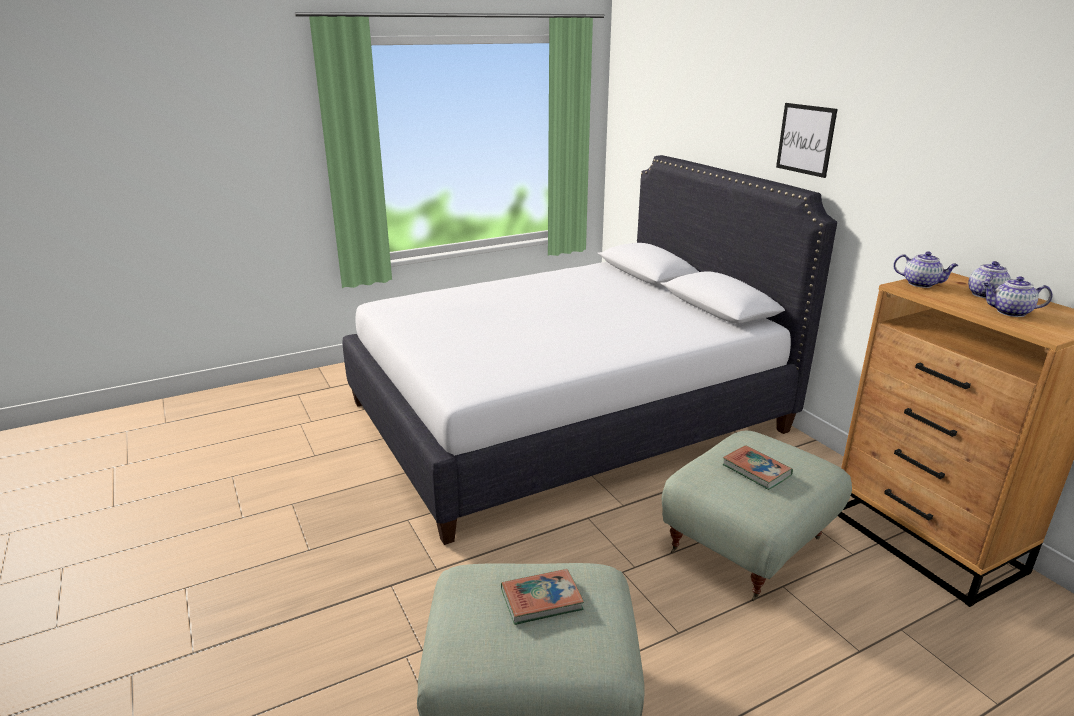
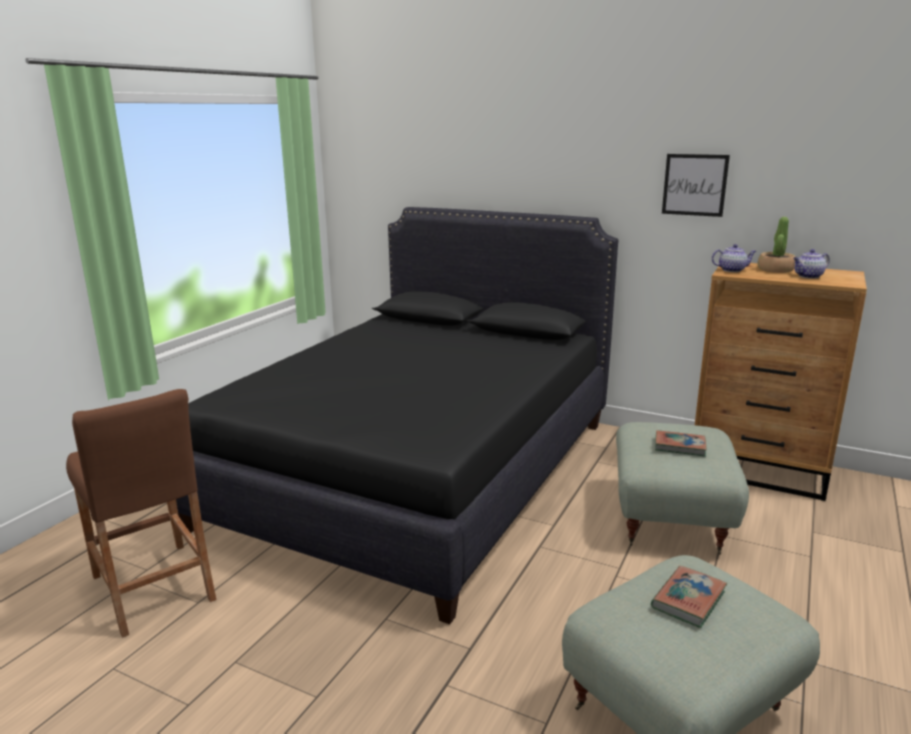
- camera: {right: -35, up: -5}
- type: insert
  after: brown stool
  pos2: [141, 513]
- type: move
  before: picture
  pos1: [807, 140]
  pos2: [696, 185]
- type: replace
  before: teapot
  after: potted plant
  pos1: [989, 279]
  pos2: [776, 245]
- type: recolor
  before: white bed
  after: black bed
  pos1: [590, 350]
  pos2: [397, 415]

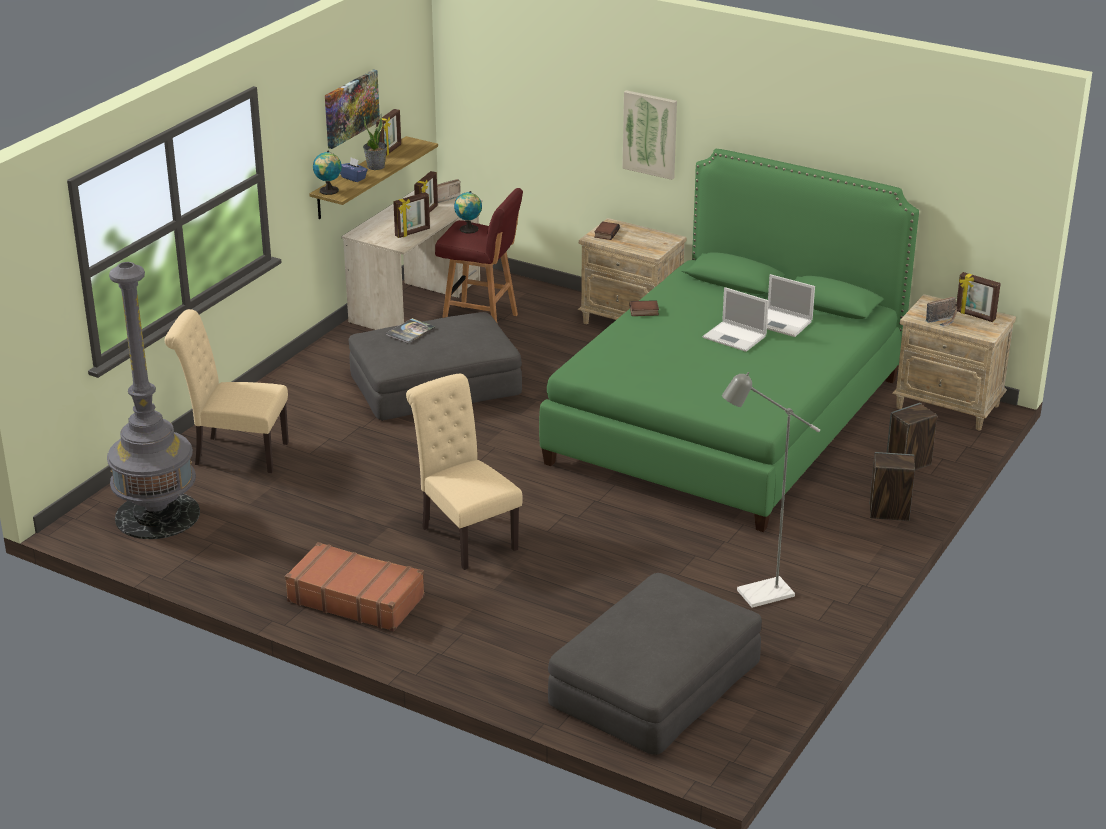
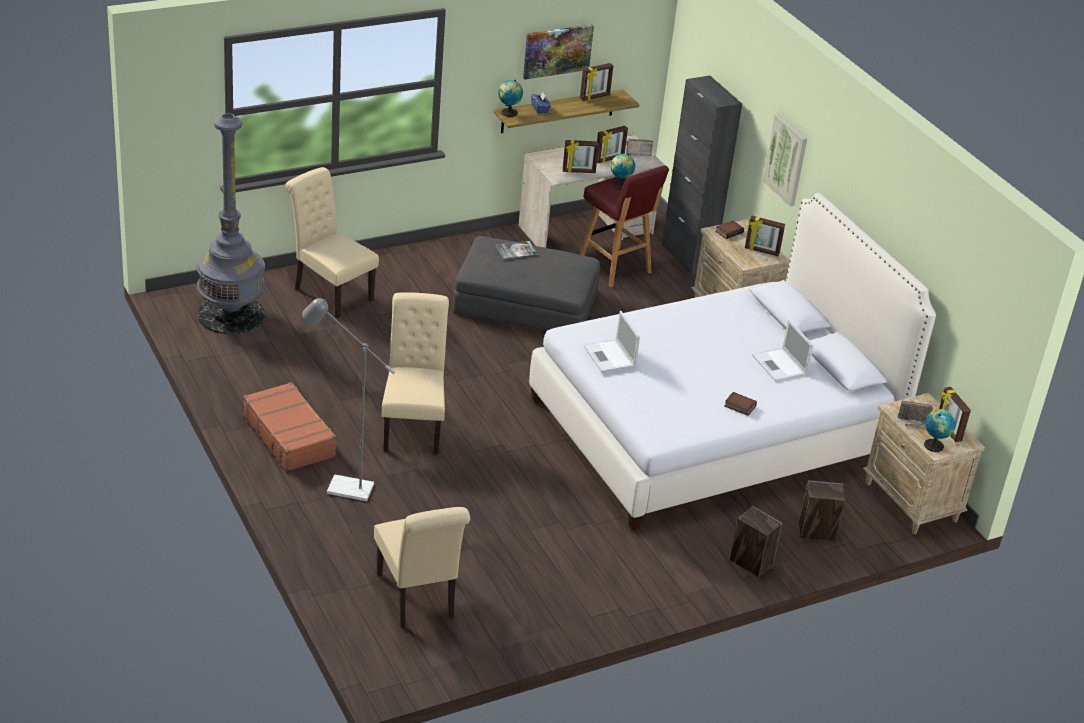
- camera: {right: 30, up: 5}
- type: delete
  before: potted plant
  pos1: [375, 142]
- type: insert
  after: black cabinet
  pos2: [702, 176]
- type: insert
  after: picture frame
  pos2: [765, 236]
- type: insert
  after: globe
  pos2: [940, 430]
- type: move
  before: book
  pos1: [644, 308]
  pos2: [740, 404]
- type: move
  before: laptop
  pos1: [736, 319]
  pos2: [611, 342]
- type: move
  before: grey floor lamp
  pos1: [771, 490]
  pos2: [348, 399]
- type: replace
  before: grey ottoman
  after: beige chair
  pos1: [655, 664]
  pos2: [422, 567]
- type: recolor
  before: green bed
  after: white bed
  pos1: [729, 340]
  pos2: [732, 361]

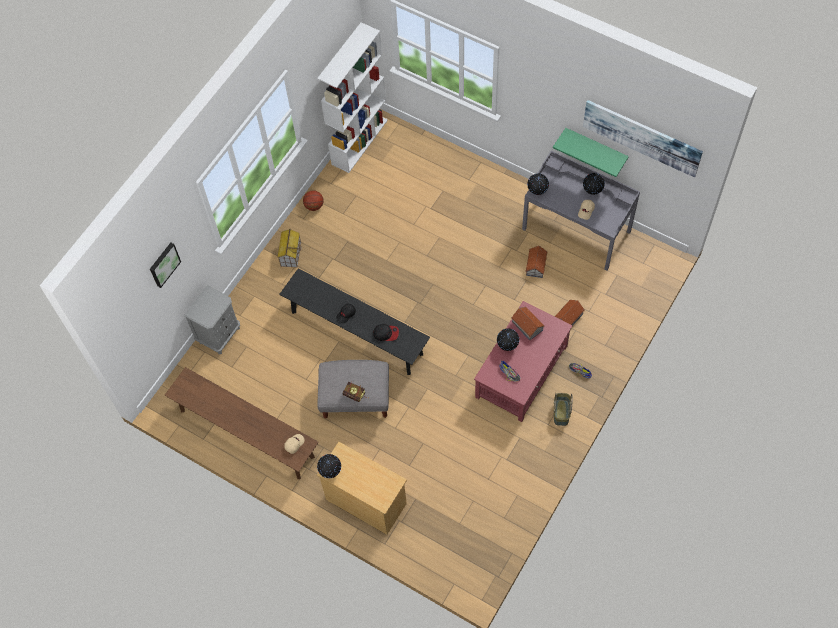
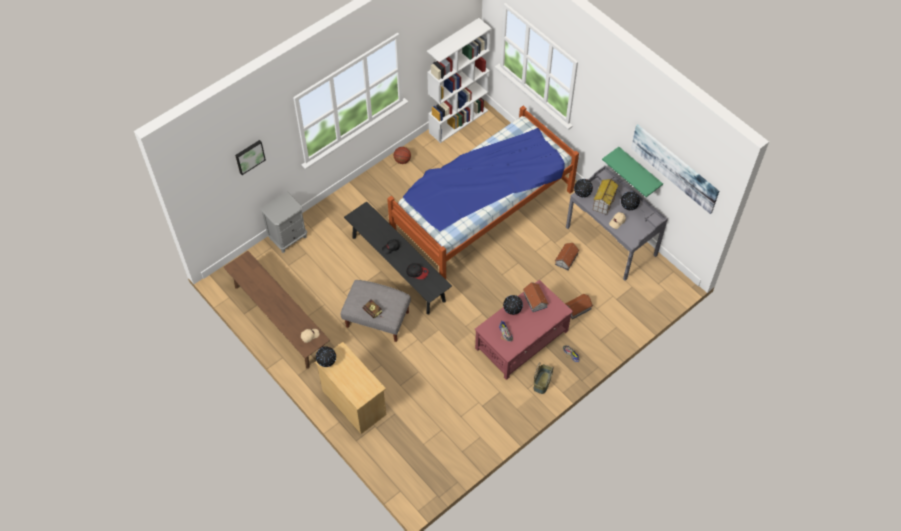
- camera: {right: 15, up: -5}
- type: insert
  after: bed
  pos2: [483, 192]
- type: move
  before: toy house
  pos1: [289, 248]
  pos2: [605, 197]

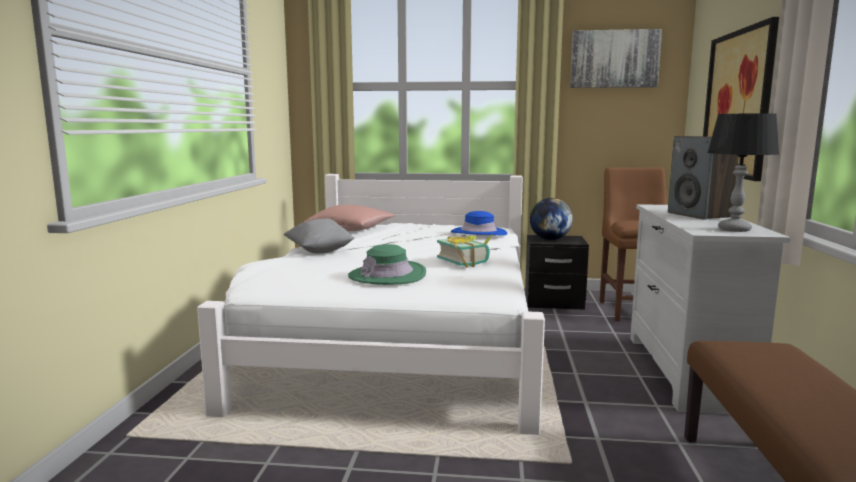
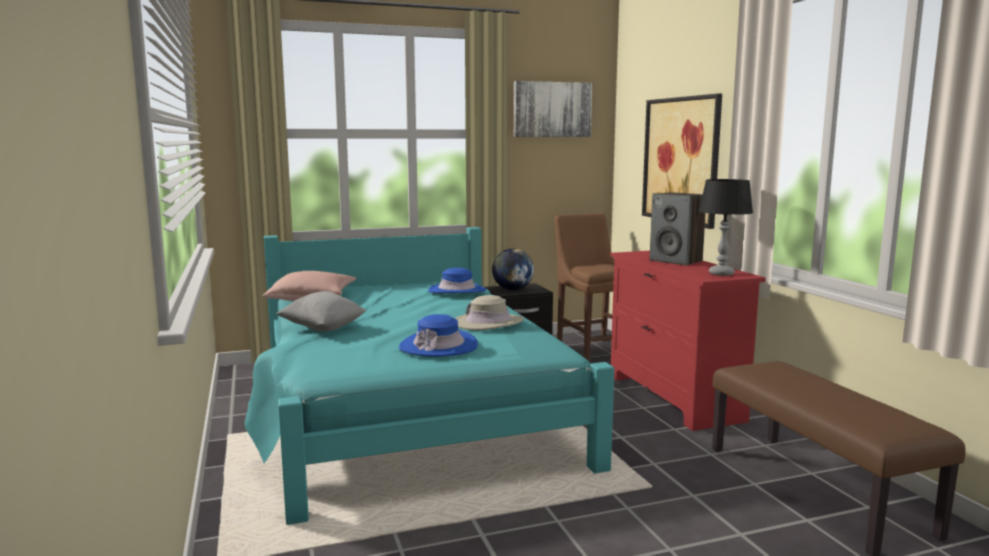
- camera: {right: -25, up: 0}
- type: replace
  before: book
  after: beige hat
  pos1: [465, 251]
  pos2: [489, 312]
- type: recolor
  before: white bed
  after: turquoise bed
  pos1: [371, 304]
  pos2: [429, 376]
- type: recolor
  before: green hat
  after: blue hat
  pos1: [387, 264]
  pos2: [438, 335]
- type: recolor
  before: white dresser
  after: red dresser
  pos1: [710, 309]
  pos2: [688, 341]

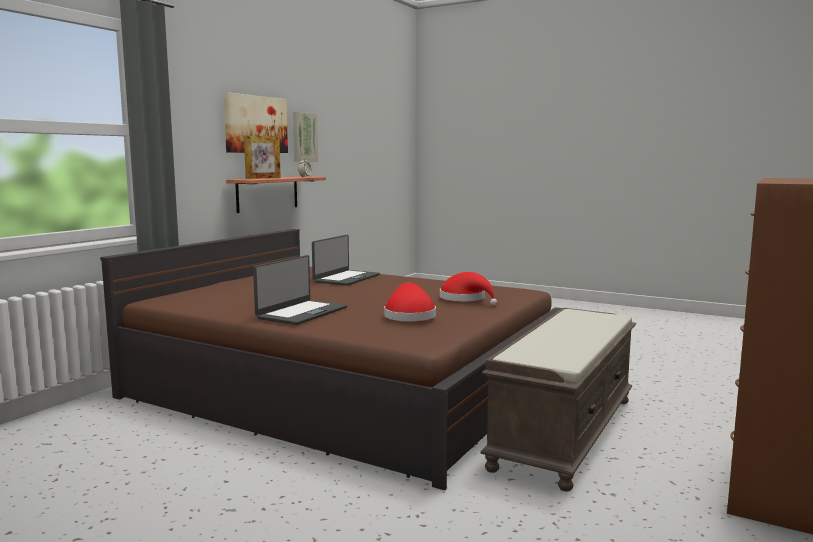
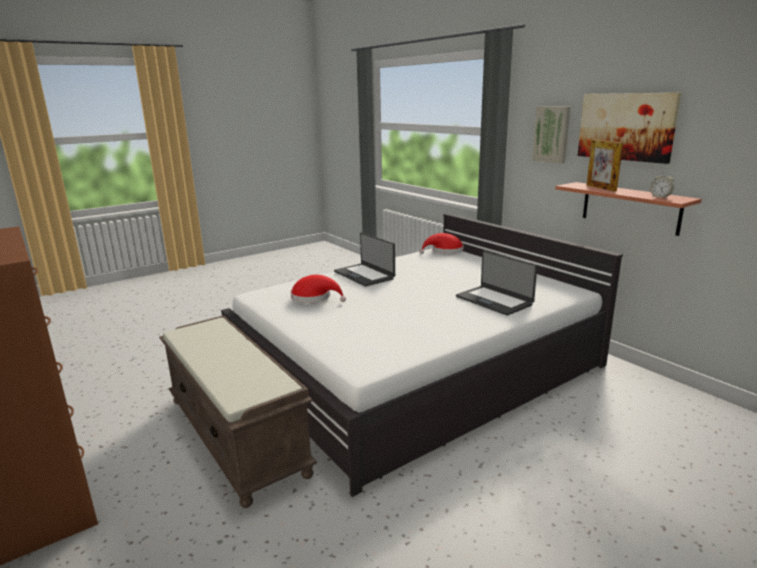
- camera: {right: 115, up: 10}
- type: move
  before: picture
  pos1: [305, 137]
  pos2: [551, 135]
- type: move
  before: red hat
  pos1: [468, 289]
  pos2: [442, 243]
- type: recolor
  before: brown bed
  after: white bed
  pos1: [331, 359]
  pos2: [422, 355]

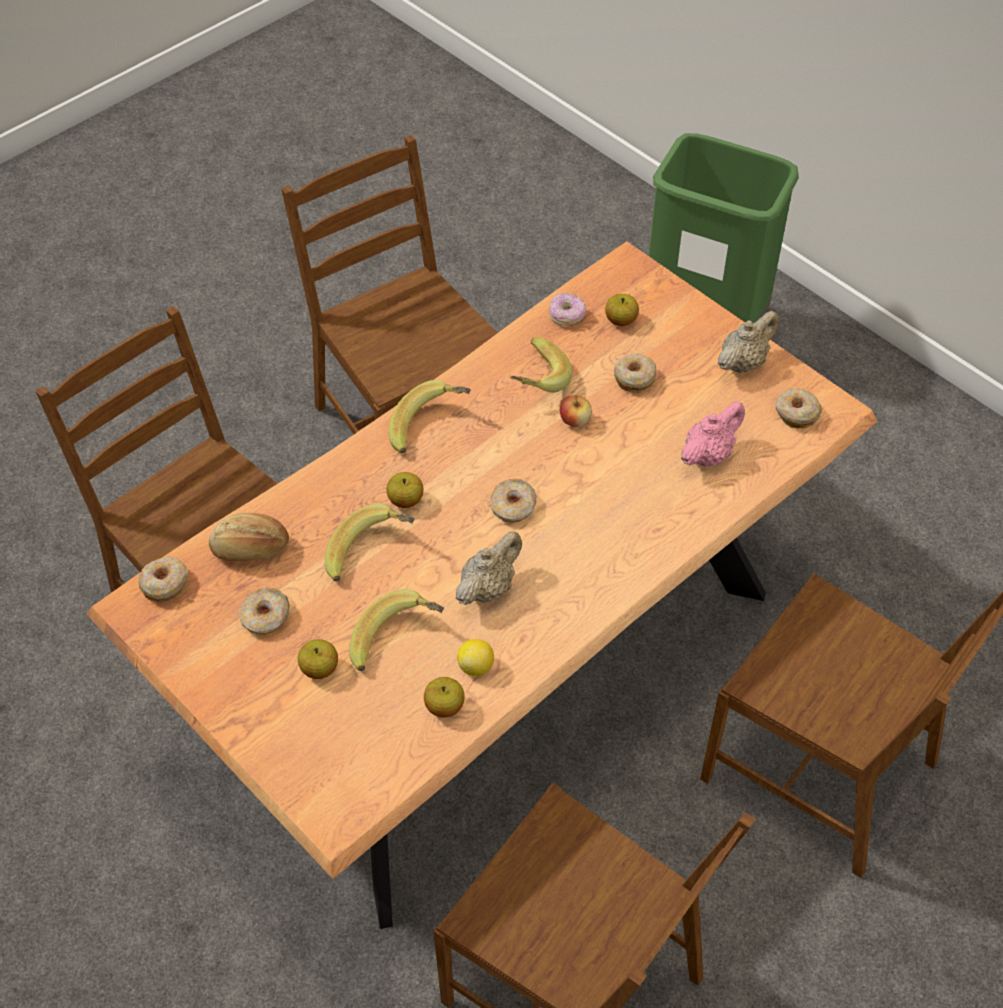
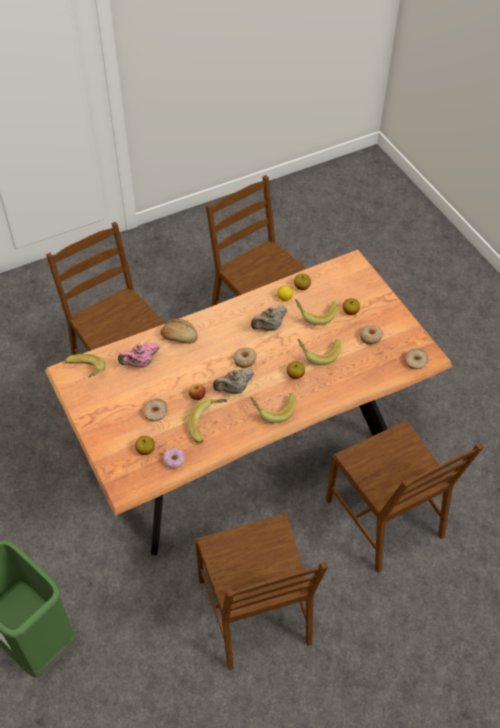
- camera: {right: -165, up: 0}
- type: move
  before: bread
  pos1: [249, 537]
  pos2: [179, 331]
- type: move
  before: beige teapot
  pos1: [748, 342]
  pos2: [233, 381]
- type: replace
  before: donut
  after: banana
  pos1: [799, 408]
  pos2: [85, 366]

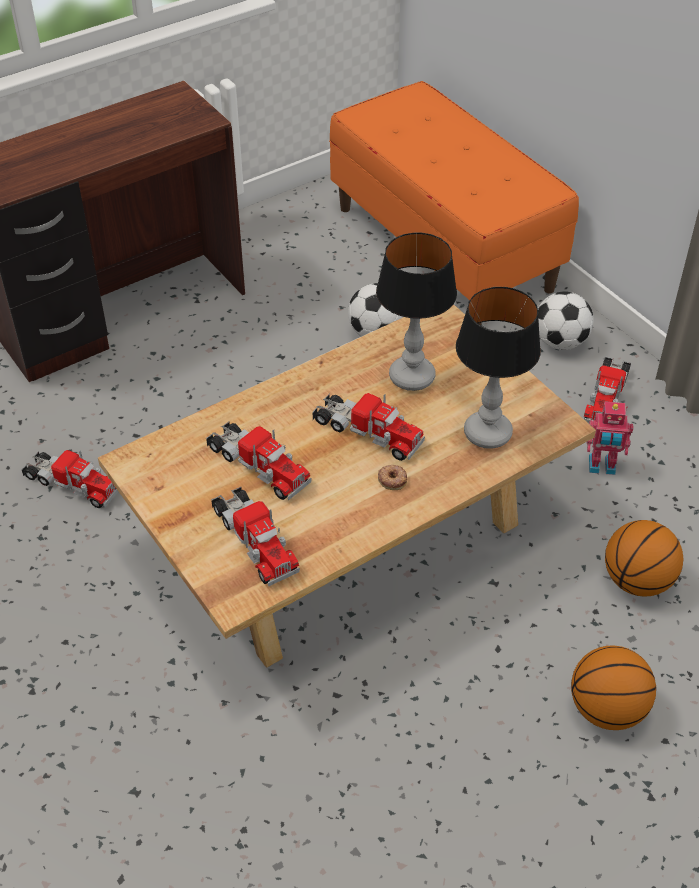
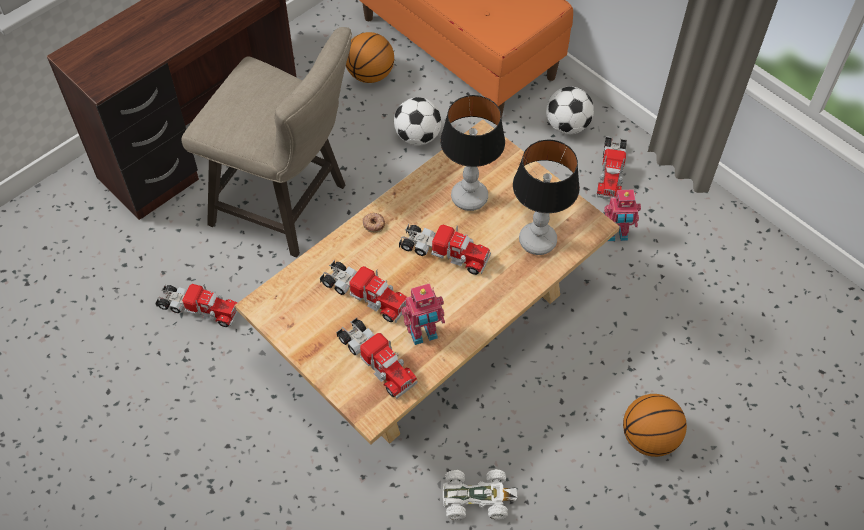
- camera: {right: -10, up: 10}
- type: insert
  after: beige stool
  pos2: [266, 142]
- type: insert
  after: toy robot
  pos2: [423, 314]
- type: insert
  after: white toy car
  pos2: [480, 494]
- type: move
  before: donut
  pos1: [393, 477]
  pos2: [374, 223]
- type: move
  before: basketball
  pos1: [644, 558]
  pos2: [370, 57]

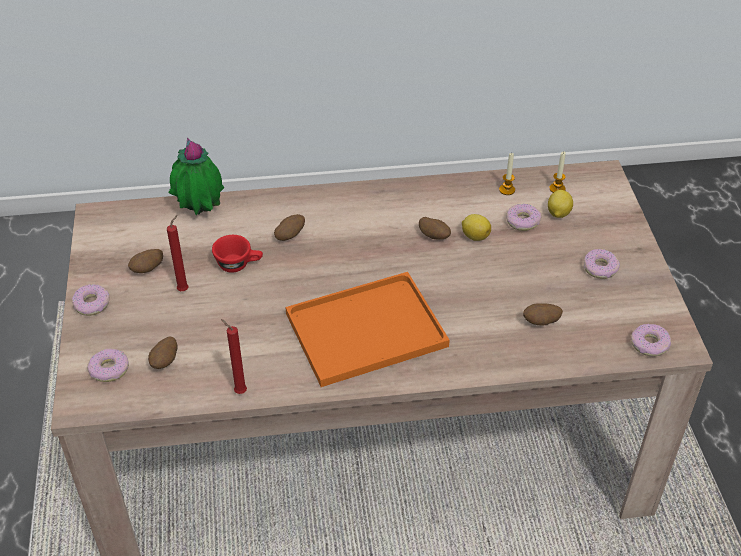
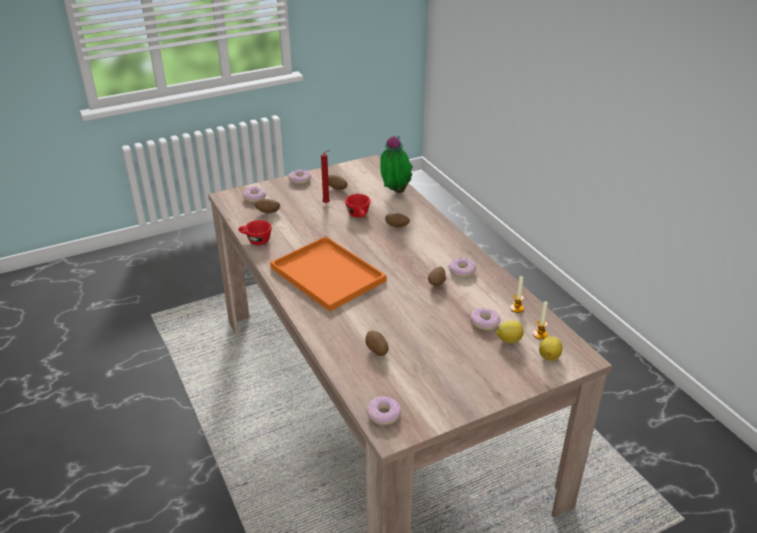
- camera: {right: 70, up: -10}
- type: move
  before: lemon
  pos1: [476, 227]
  pos2: [551, 348]
- type: move
  before: donut
  pos1: [602, 264]
  pos2: [462, 267]
- type: replace
  before: red candle
  after: red cup
  pos1: [234, 356]
  pos2: [255, 232]

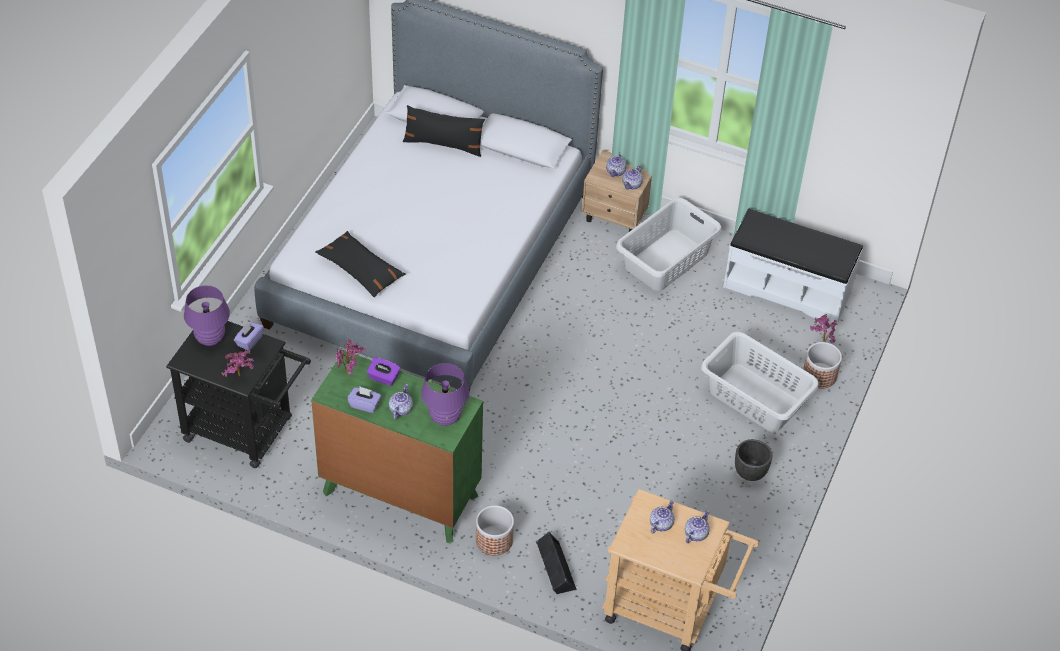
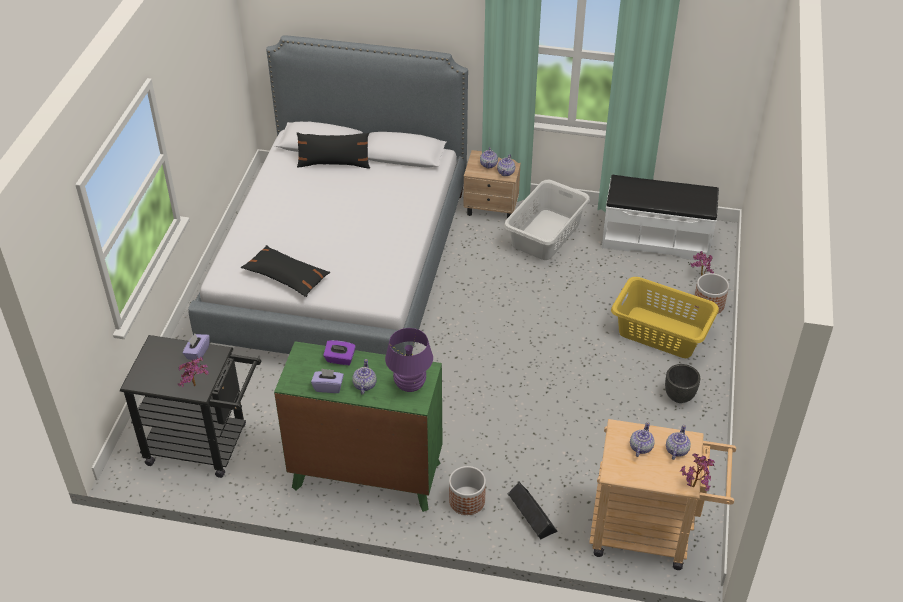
- camera: {right: -10, up: -5}
- type: delete
  before: purple table lamp
  pos1: [207, 315]
- type: move
  before: potted plant
  pos1: [351, 356]
  pos2: [697, 472]
- type: recolor
  before: grey laundry basket
  after: yellow laundry basket
  pos1: [760, 382]
  pos2: [665, 317]

